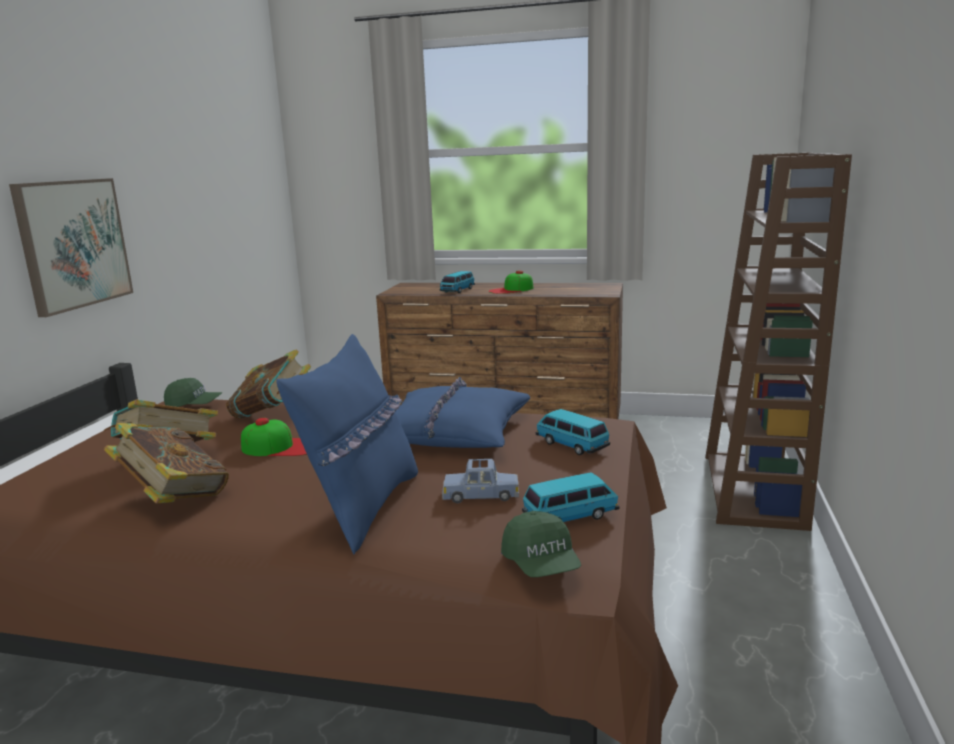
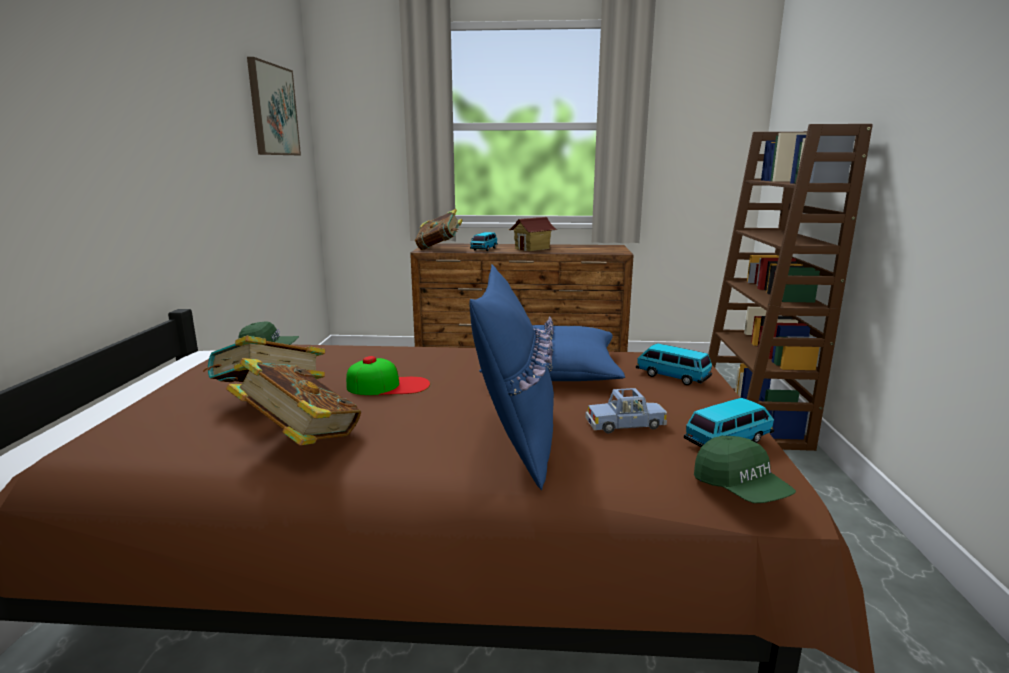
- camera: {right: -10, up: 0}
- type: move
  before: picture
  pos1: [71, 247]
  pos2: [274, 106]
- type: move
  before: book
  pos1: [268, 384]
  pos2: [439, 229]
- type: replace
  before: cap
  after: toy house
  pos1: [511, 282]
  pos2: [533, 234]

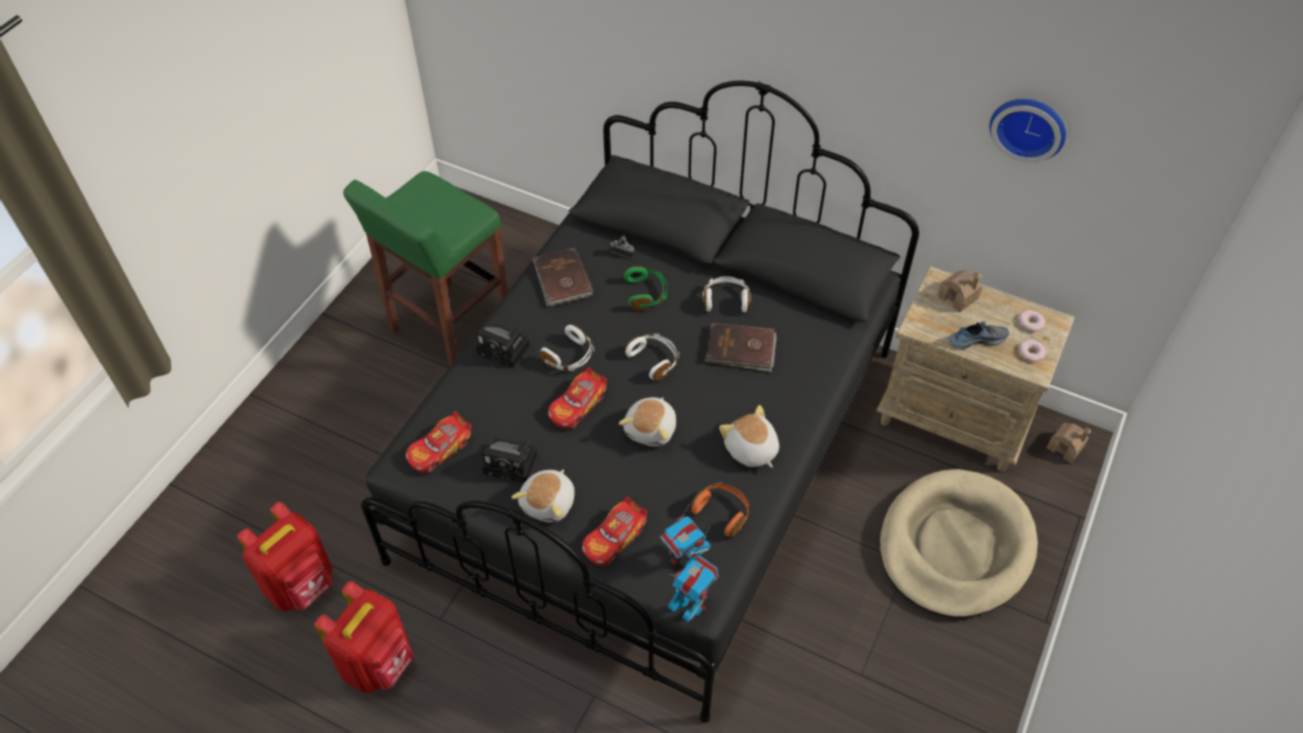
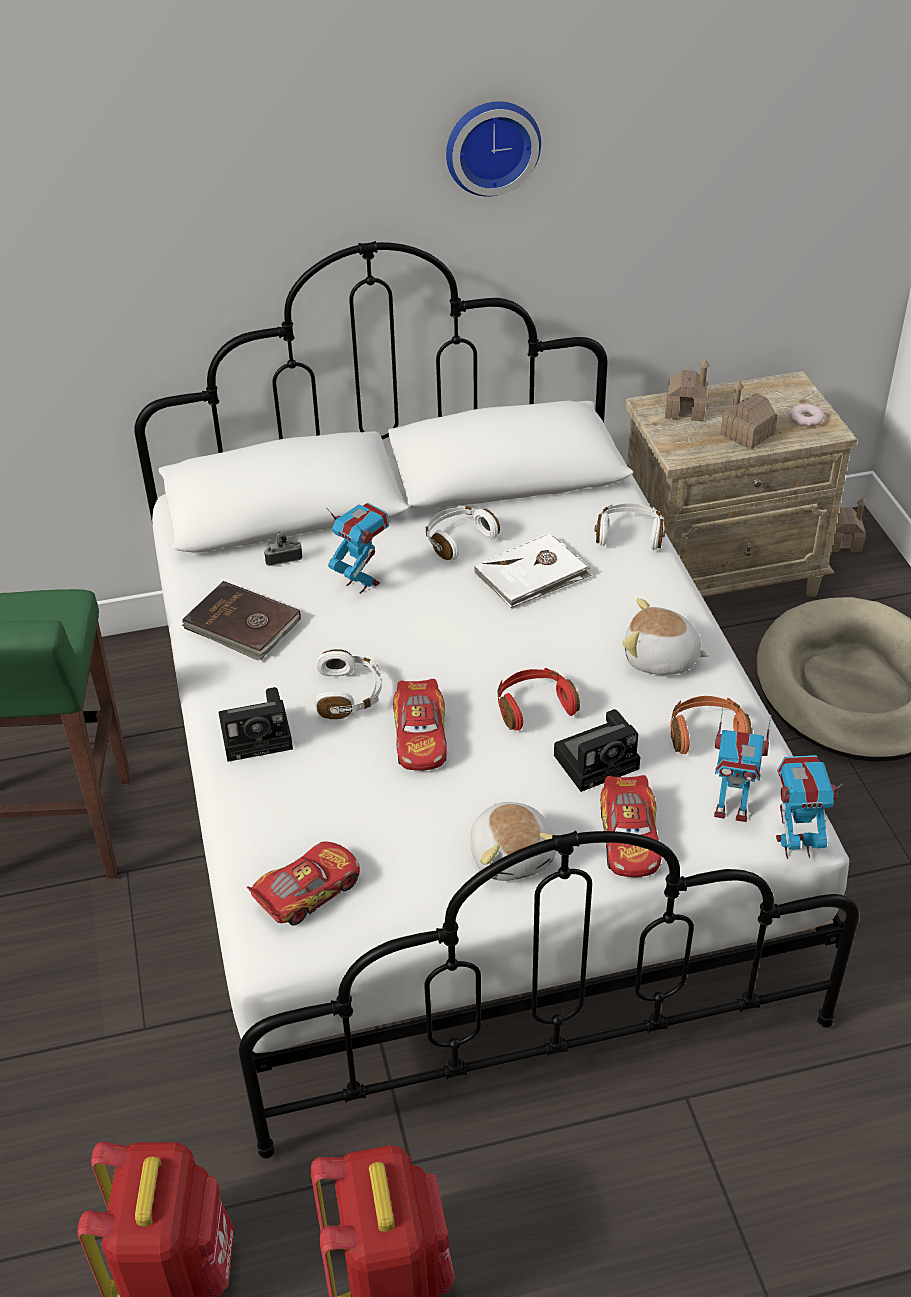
- camera: {right: -40, up: -10}
- type: delete
  before: donut
  pos1: [1031, 321]
- type: move
  before: photo camera
  pos1: [509, 460]
  pos2: [597, 750]
- type: move
  before: white headphones
  pos1: [652, 357]
  pos2: [630, 526]
- type: move
  before: wall clock
  pos1: [1027, 131]
  pos2: [493, 149]
- type: replace
  before: plush toy
  after: red headphones
  pos1: [647, 422]
  pos2: [539, 699]
- type: replace
  before: green headphones
  after: toy robot
  pos1: [645, 288]
  pos2: [357, 548]
- type: replace
  before: shoe
  after: toy house
  pos1: [979, 335]
  pos2: [749, 415]
- type: recolor
  before: black bed
  after: white bed
  pos1: [640, 402]
  pos2: [496, 700]
- type: recolor
  before: brown book
  after: white book
  pos1: [741, 347]
  pos2: [532, 571]
- type: rotate
  before: toy car
  pos1: [438, 442]
  pos2: [303, 883]
  turn: -135

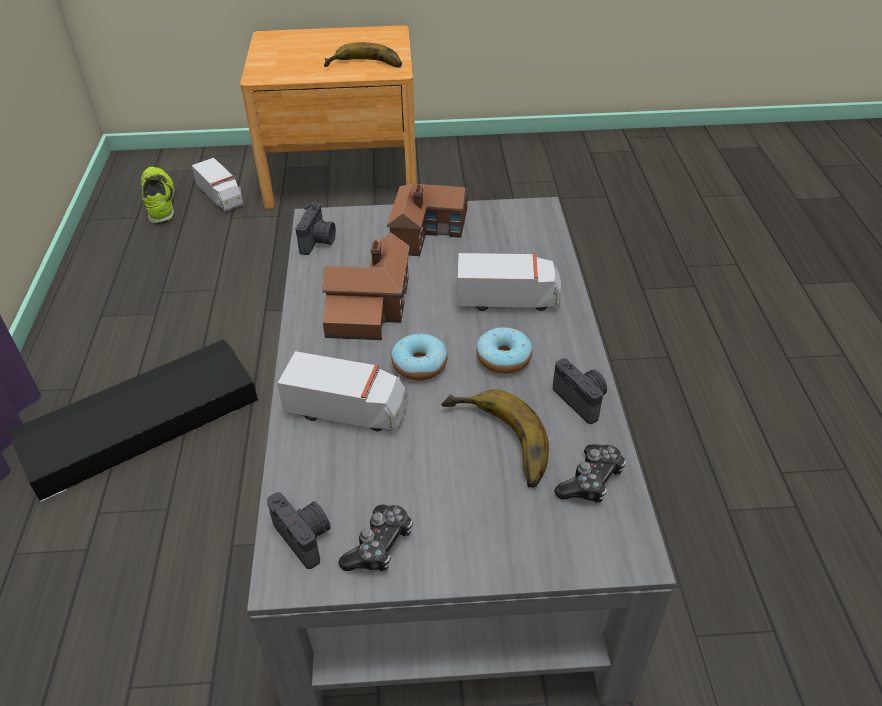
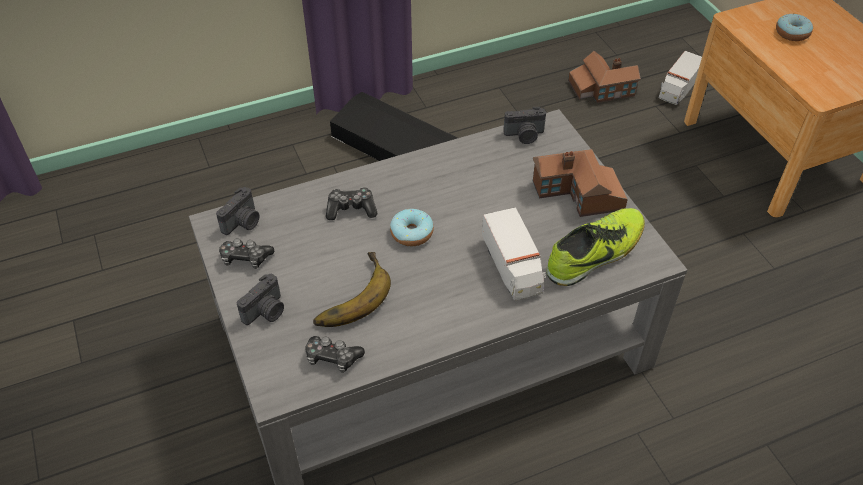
- camera: {right: 70, up: 5}
- type: delete
  before: banana
  pos1: [363, 55]
- type: move
  before: shoe
  pos1: [158, 195]
  pos2: [595, 247]
- type: move
  before: toy house
  pos1: [366, 286]
  pos2: [604, 77]
- type: move
  before: donut
  pos1: [504, 350]
  pos2: [794, 27]
- type: move
  before: photo camera
  pos1: [580, 391]
  pos2: [260, 299]
- type: replace
  before: toy truck
  after: game controller
  pos1: [342, 391]
  pos2: [351, 203]

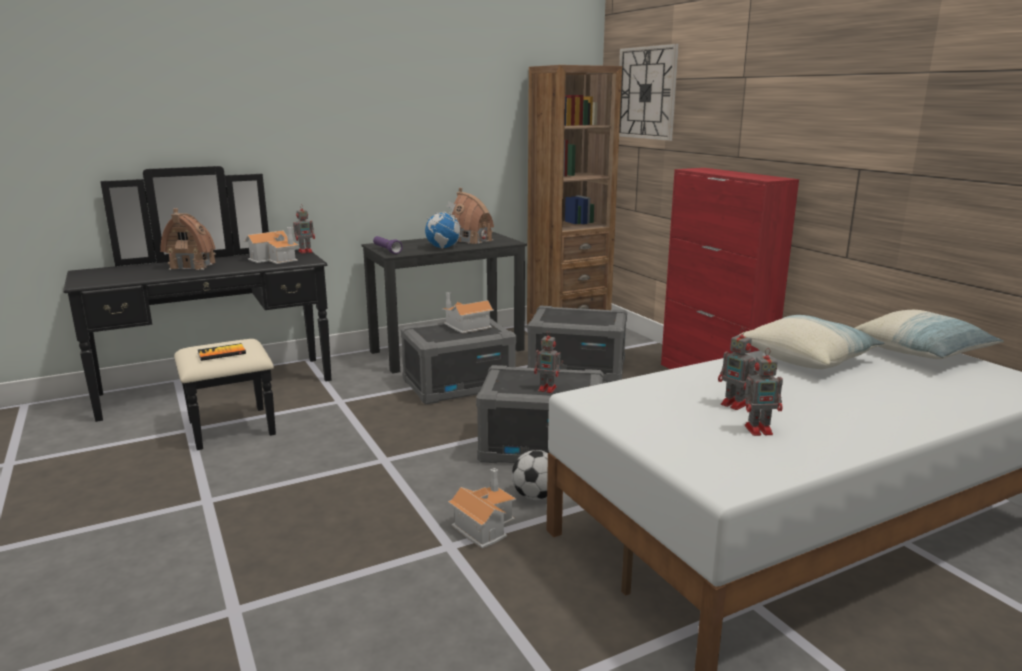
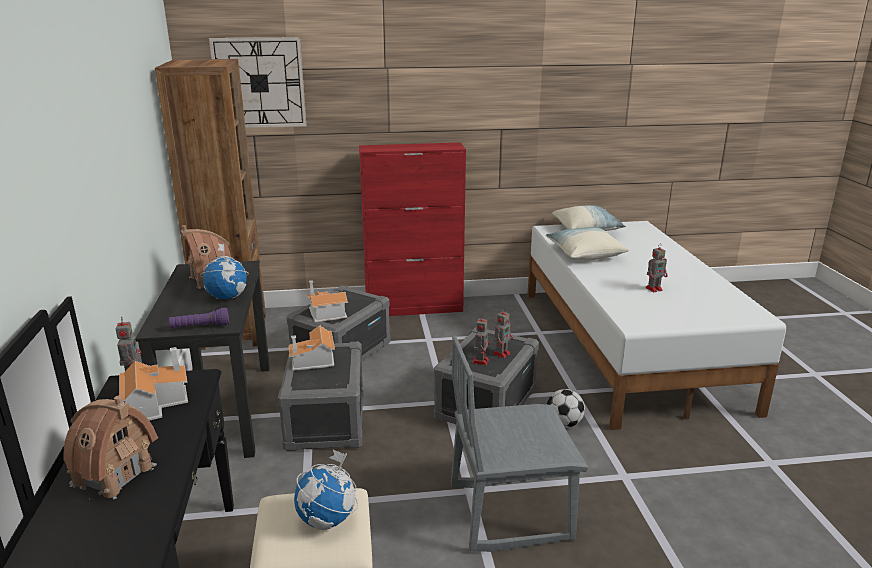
- camera: {right: -70, up: 5}
- type: insert
  after: grey chair
  pos2: [519, 444]
- type: move
  before: toy house
  pos1: [482, 508]
  pos2: [327, 301]
- type: move
  before: toy robot
  pos1: [764, 392]
  pos2: [481, 340]
- type: replace
  before: book
  after: globe
  pos1: [222, 352]
  pos2: [326, 490]

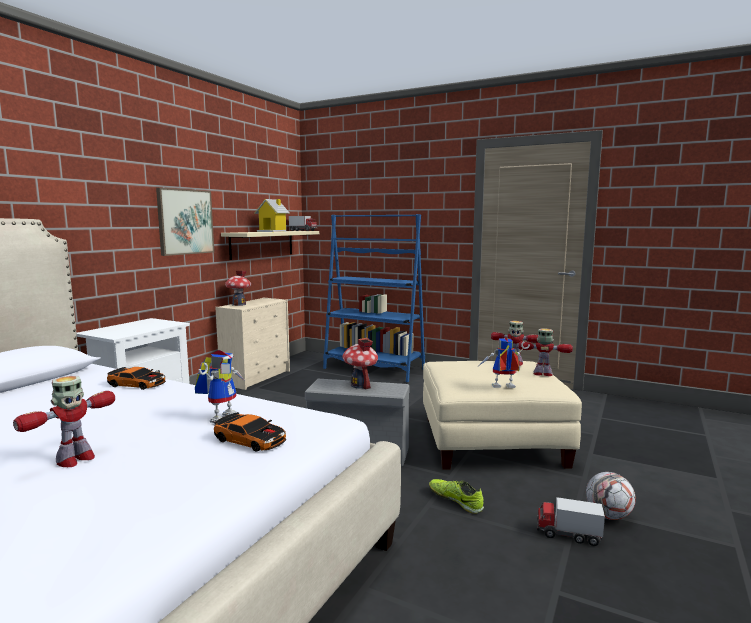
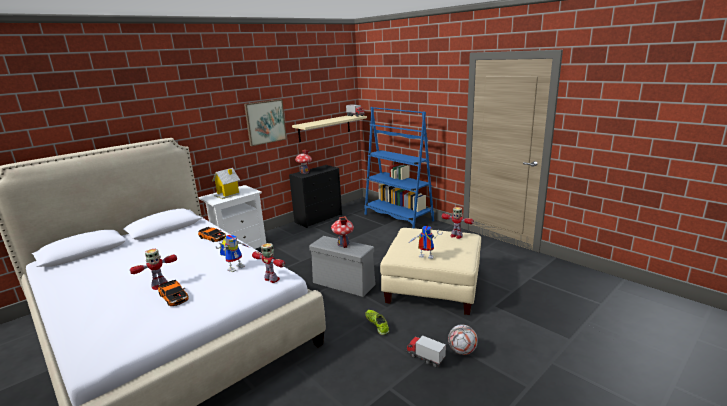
- camera: {right: 20, up: 10}
- type: move
  before: toy car
  pos1: [250, 432]
  pos2: [173, 293]
- type: move
  before: toy house
  pos1: [272, 215]
  pos2: [226, 183]
- type: move
  before: toy robot
  pos1: [545, 352]
  pos2: [268, 263]
- type: recolor
  before: beige dresser
  after: black dresser
  pos1: [252, 344]
  pos2: [315, 196]

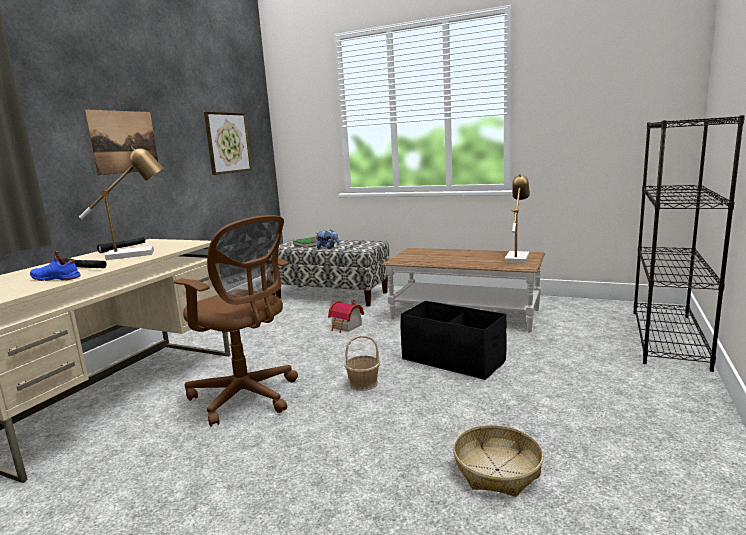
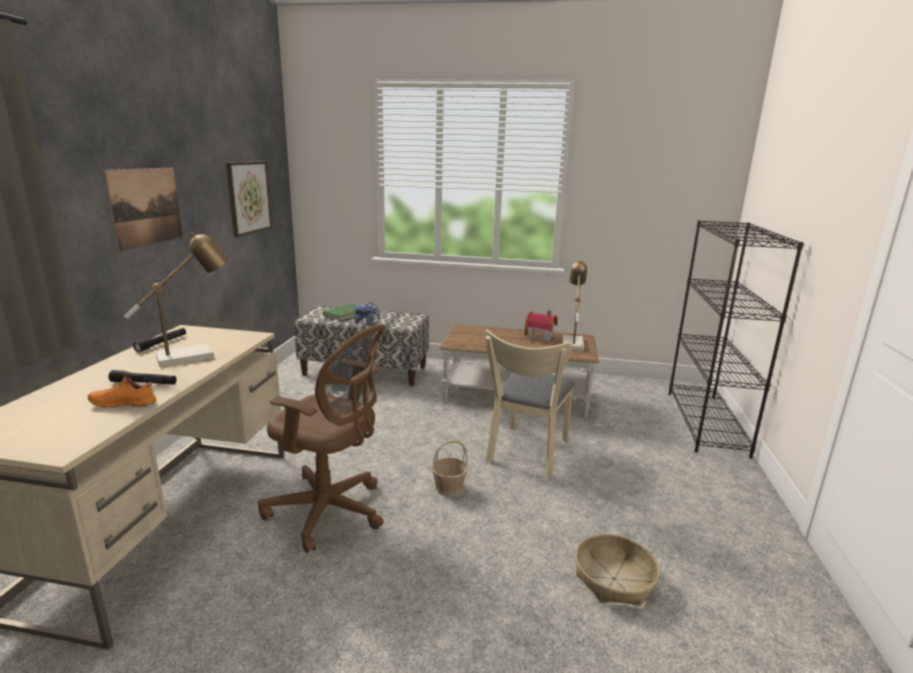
- camera: {right: -15, up: 5}
- type: move
  before: toy house
  pos1: [346, 316]
  pos2: [540, 326]
- type: replace
  before: black storage box
  after: beige chair
  pos1: [453, 340]
  pos2: [530, 403]
- type: recolor
  before: blue shoe
  after: orange shoe
  pos1: [55, 266]
  pos2: [122, 390]

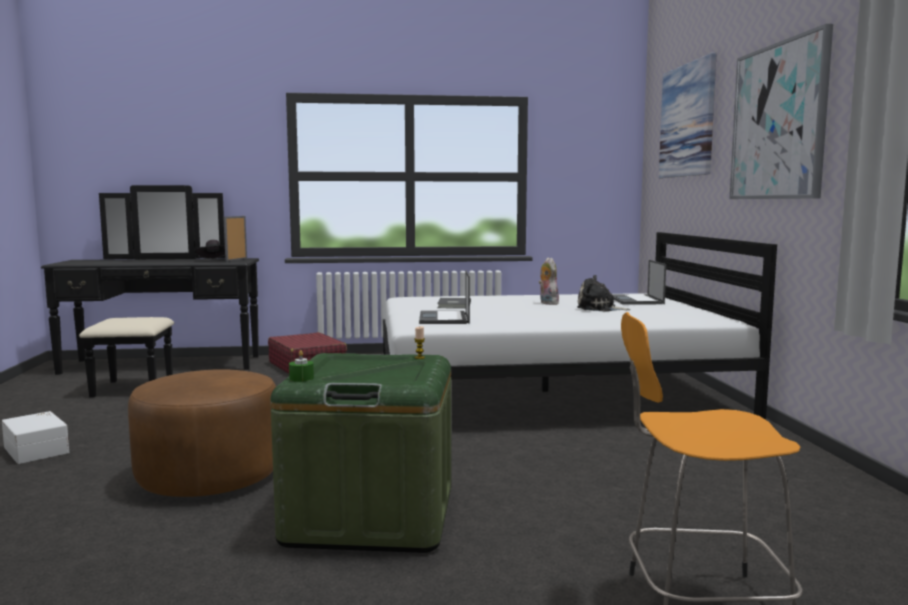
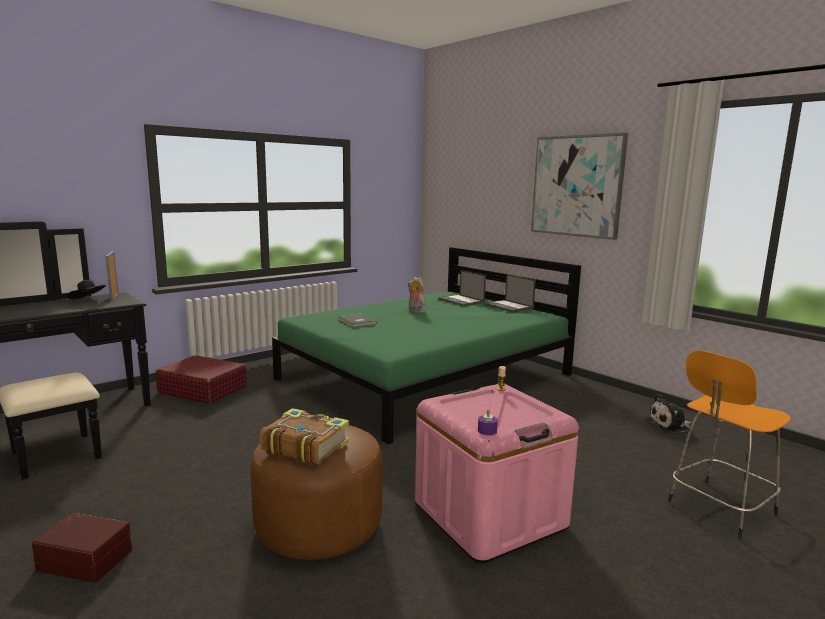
- camera: {right: -35, up: 5}
- type: delete
  before: picture
  pos1: [688, 115]
- type: insert
  after: book
  pos2: [304, 436]
- type: move
  before: laptop
  pos1: [444, 297]
  pos2: [510, 293]
- type: move
  before: plush toy
  pos1: [603, 293]
  pos2: [669, 413]
- type: recolor
  before: white storage box
  after: brown storage box
  pos1: [35, 437]
  pos2: [81, 548]
- type: recolor
  before: green storage box
  after: pink storage box
  pos1: [360, 453]
  pos2: [497, 473]
- type: recolor
  before: green candle
  after: purple candle
  pos1: [301, 366]
  pos2: [488, 422]
- type: recolor
  before: white bed
  after: green bed
  pos1: [580, 326]
  pos2: [426, 345]

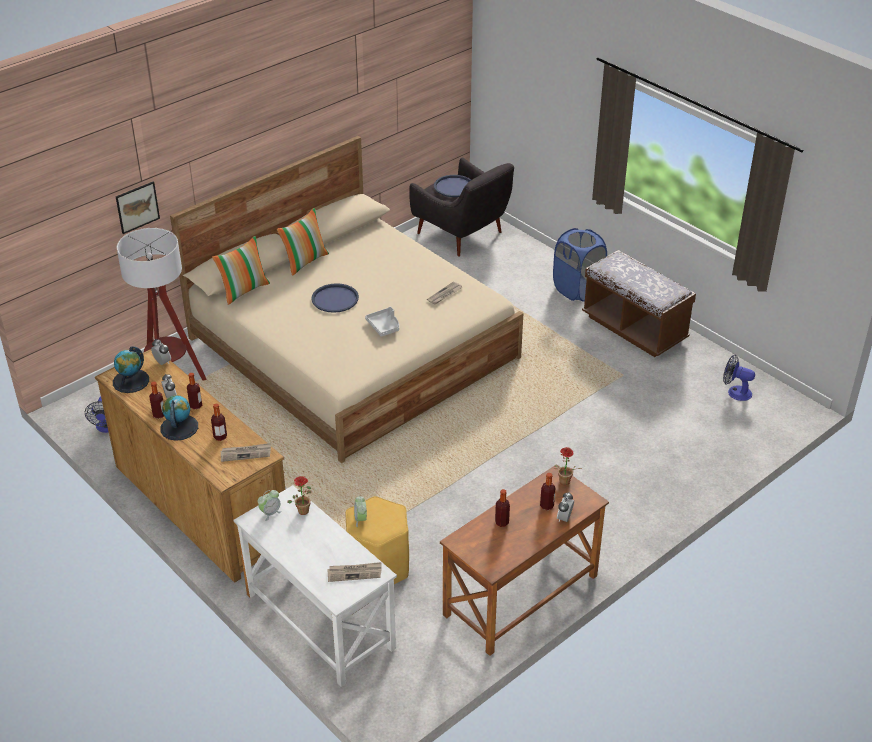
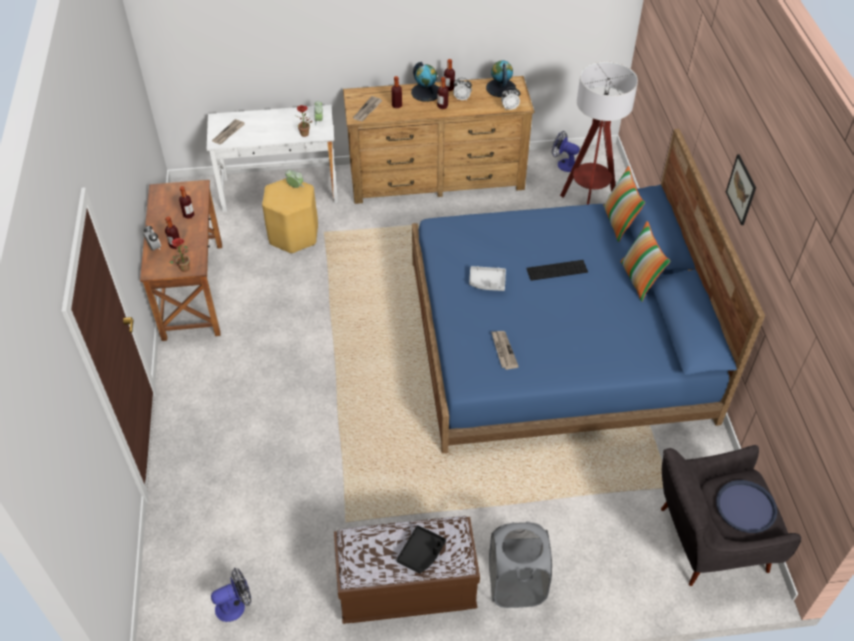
- camera: {right: 125, up: 10}
- type: insert
  after: black tray
  pos2: [421, 549]
- type: move
  before: picture
  pos1: [138, 208]
  pos2: [741, 189]
- type: replace
  before: blue tray
  after: keyboard
  pos1: [335, 298]
  pos2: [557, 270]
- type: recolor
  before: beige bed
  after: blue bed
  pos1: [346, 299]
  pos2: [588, 291]
- type: recolor
  before: blue laundry basket
  after: grey laundry basket
  pos1: [580, 265]
  pos2: [520, 565]

